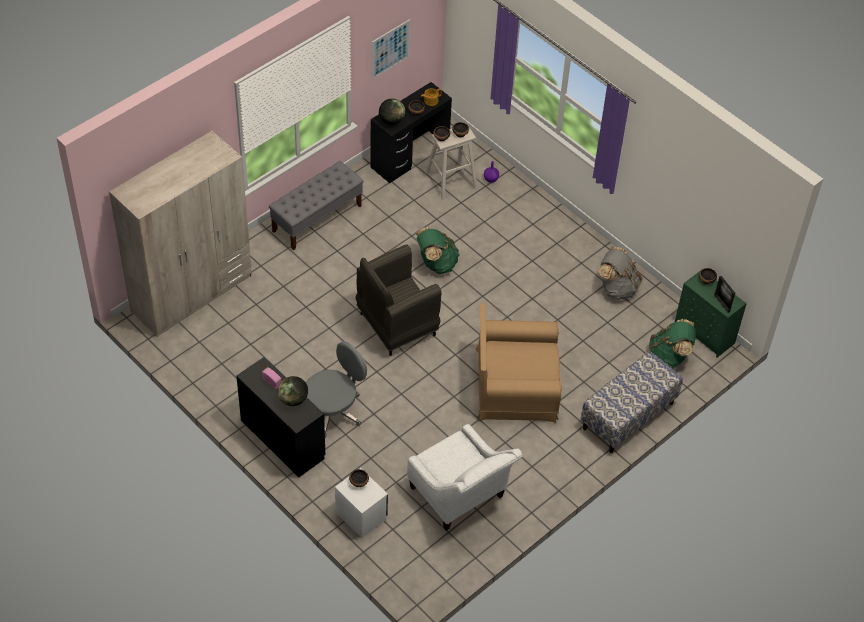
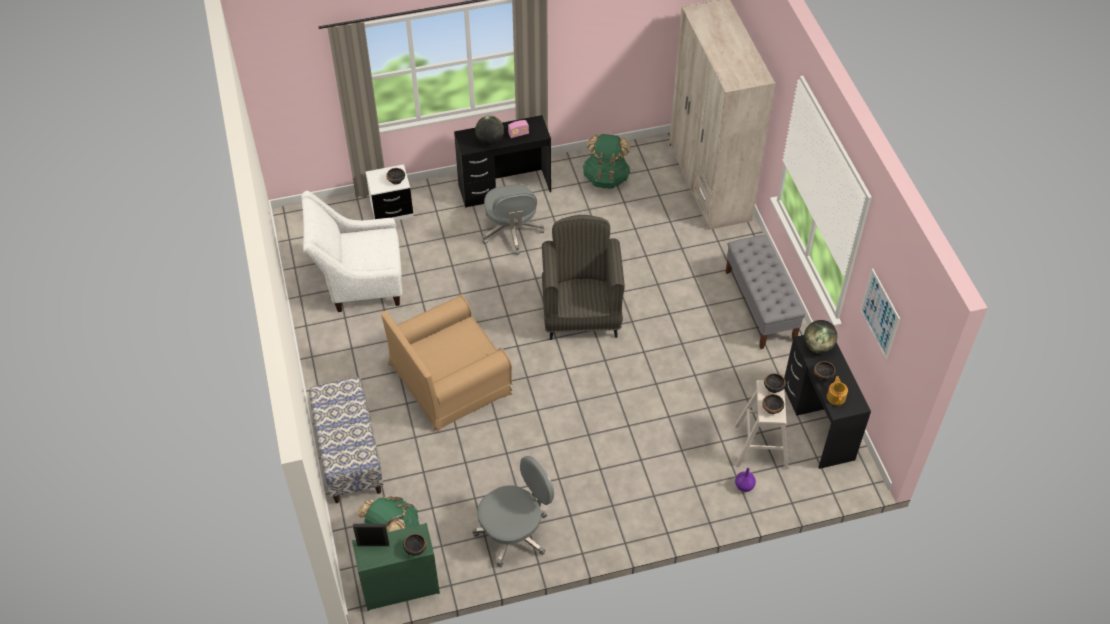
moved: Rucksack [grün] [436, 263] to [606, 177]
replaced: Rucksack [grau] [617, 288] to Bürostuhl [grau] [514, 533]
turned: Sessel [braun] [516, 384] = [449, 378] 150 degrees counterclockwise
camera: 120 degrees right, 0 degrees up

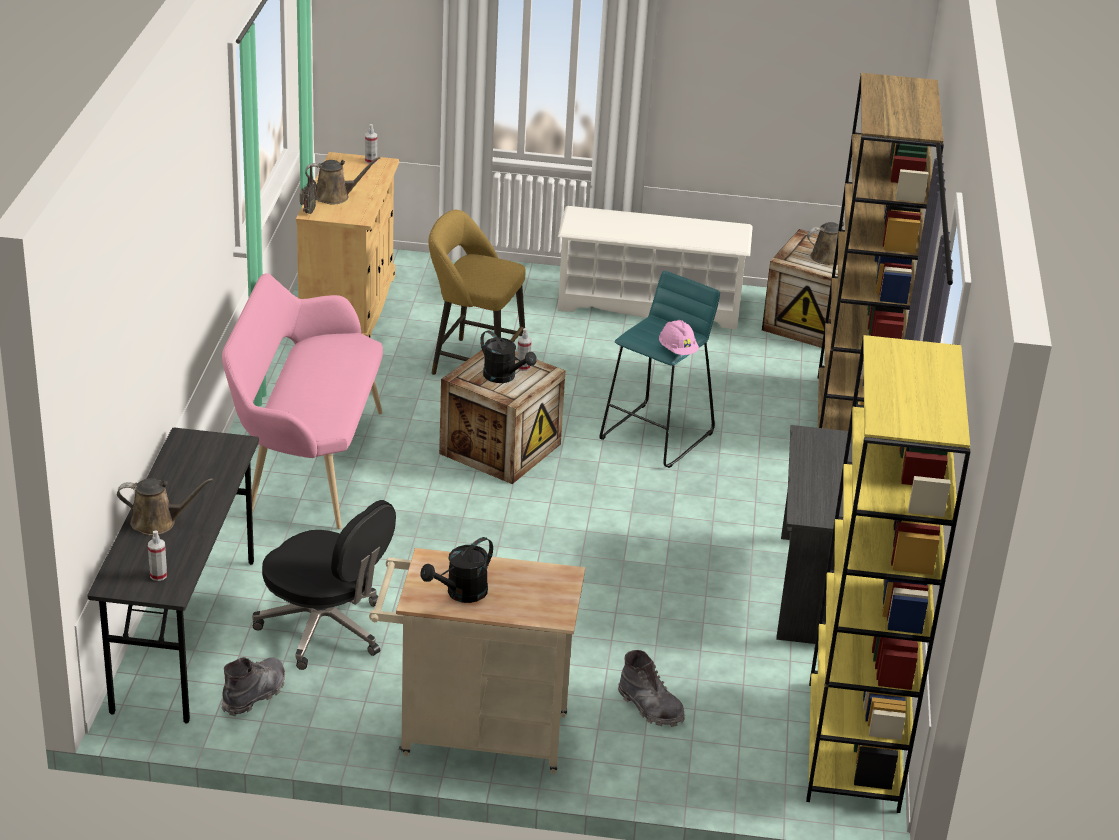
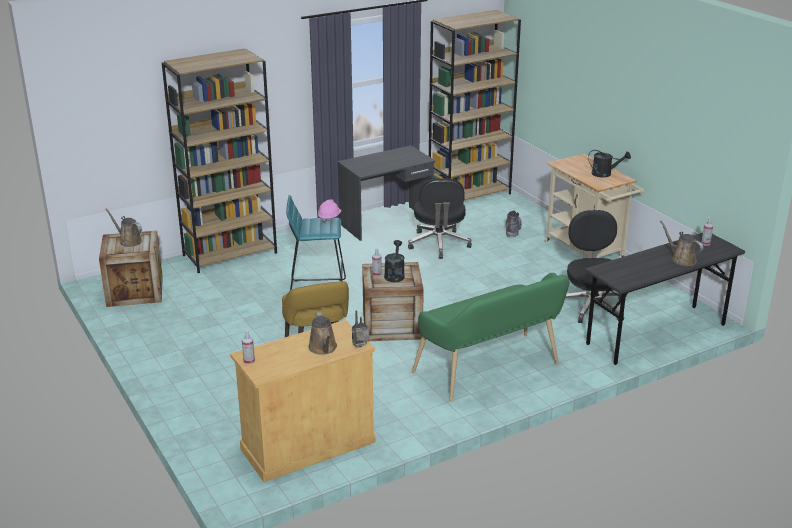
removed: Stiefel [grau] [255, 694]; Schuhregal [weiß] [650, 305]
added: Bürostuhl [schwarz] [439, 244]
recoloured: Bank [rosa] [307, 463] to Bank [grün] [491, 371]; Bücherregal [gelb] [854, 746] to Bücherregal [braun] [469, 195]
turned: Gießkanne [braun] [335, 196] = [323, 348] 150 degrees counterclockwise
camera: 125 degrees left, 5 degrees down

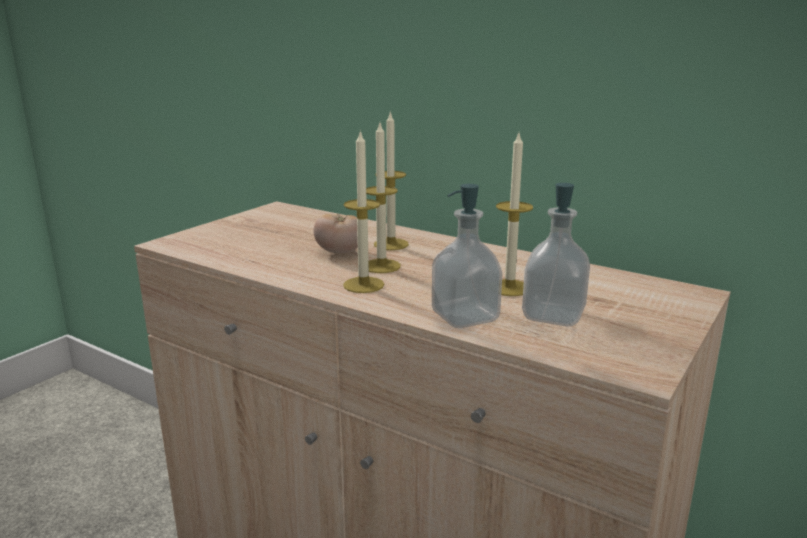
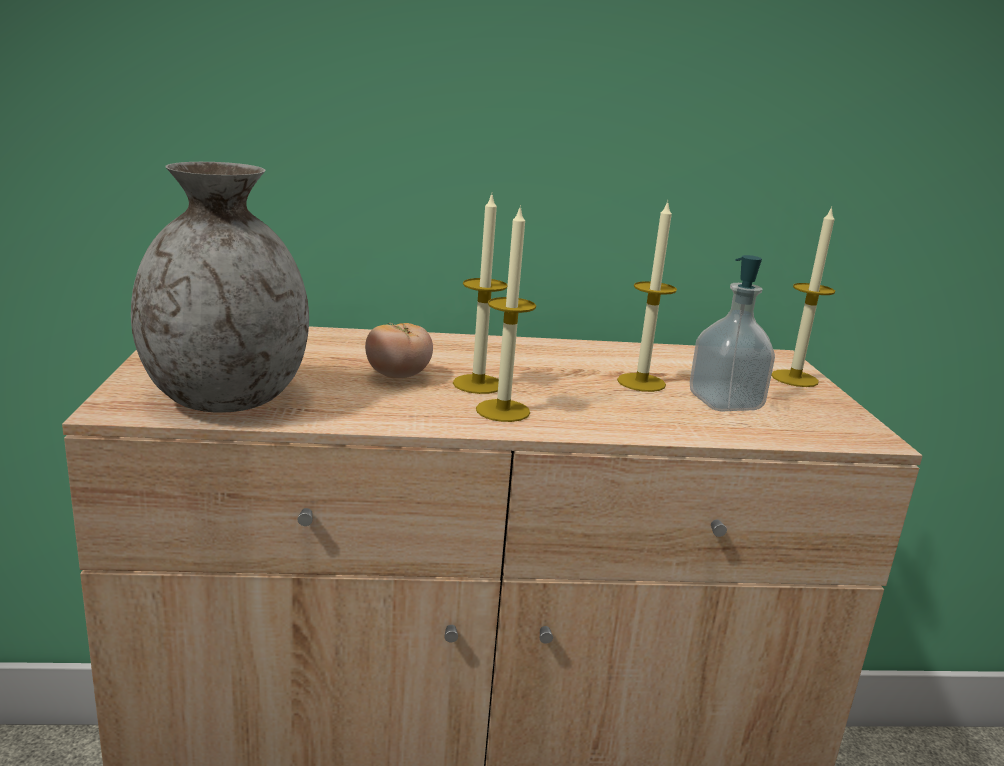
removed: Seifenspender [465, 317]
added: Vase [grau] [226, 398]
moved: Kerze [391, 244] to [794, 378]
camera: 40 degrees left, 0 degrees up

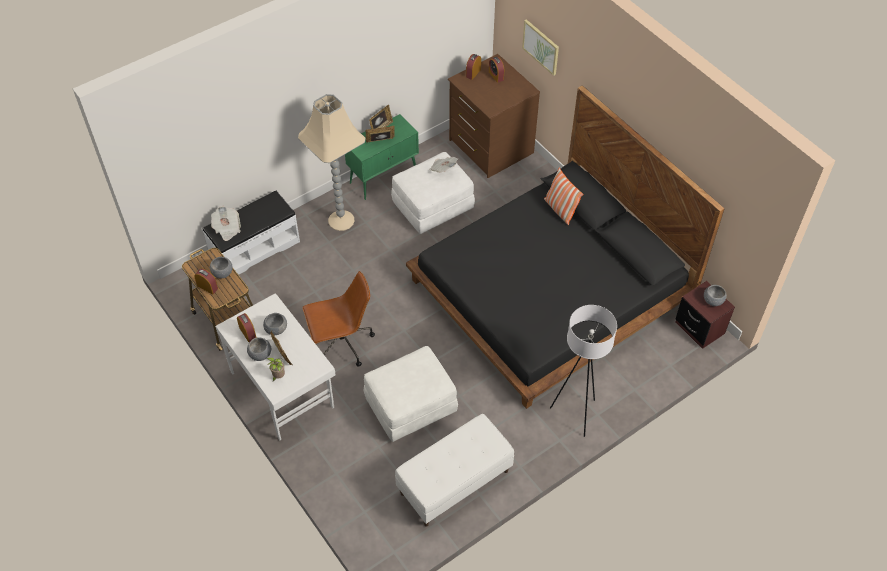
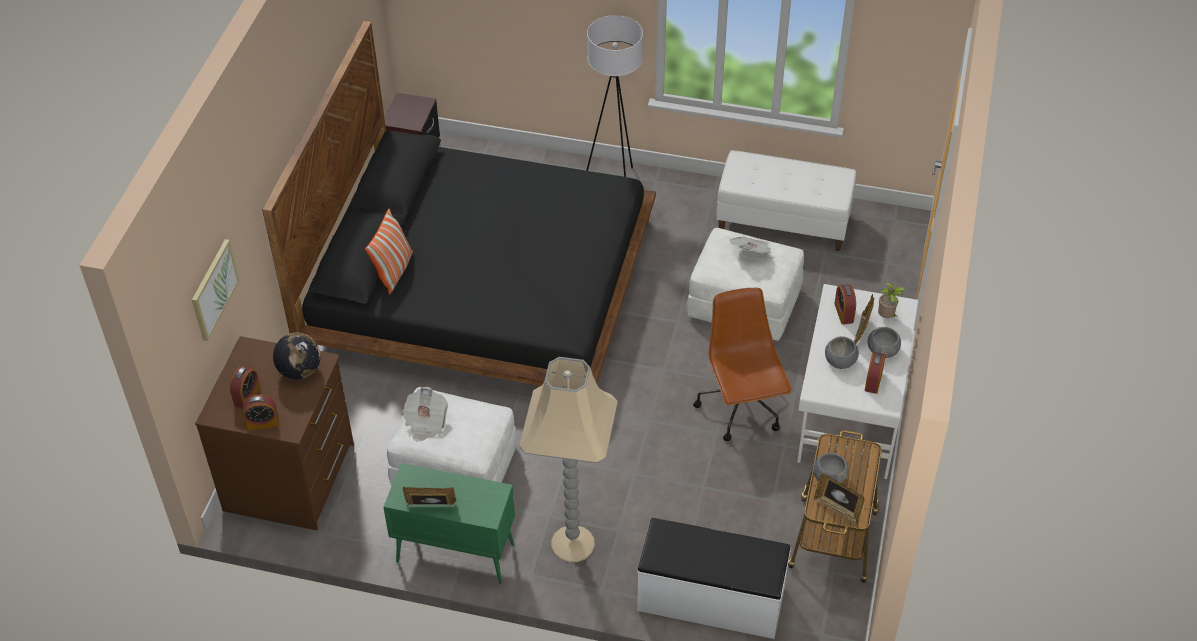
removed: Schüssel [grau] [713, 300]
added: Globus [300, 370]
moved: Wecker [207, 287] to [843, 313]; Zeitung [227, 228] to [751, 252]; Bilderrahmen [380, 142] to [837, 509]
turned: Bürostuhl [braun] [341, 344] = [741, 409] 45 degrees clockwise
camera: 130 degrees left, 5 degrees down

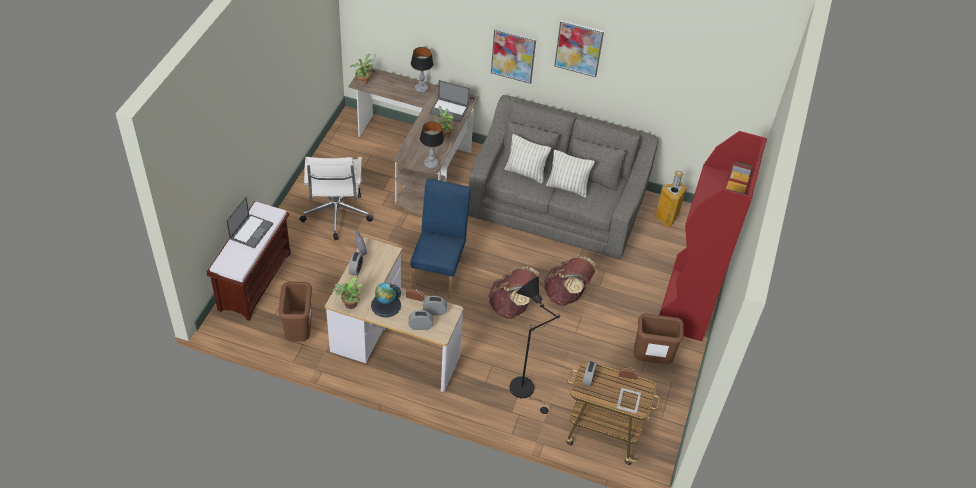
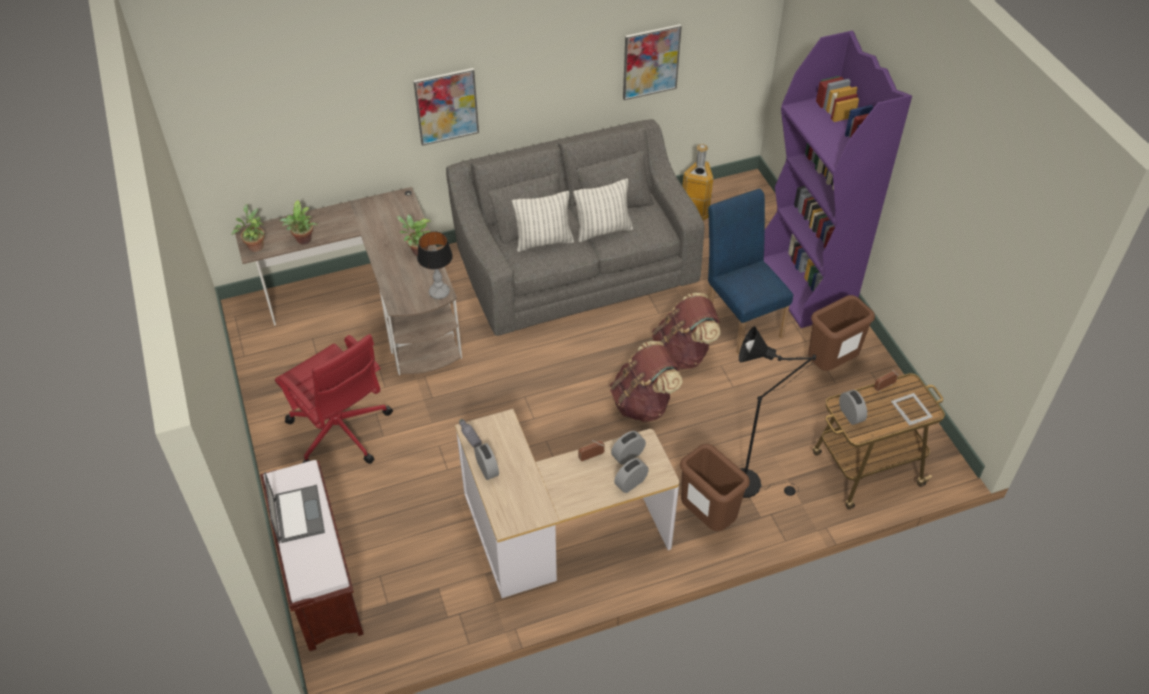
removed: Globus [386, 305]; Tischlampe [421, 88]; Laptop [449, 110]
moved: Mülleimer [braun] [299, 333] to [706, 517]; Topfpflanze [349, 305] to [303, 241]; Stuhl [blau] [439, 271] to [740, 318]; Bild [578, 48] to [651, 62]
recoloured: Bürostuhl [weiß] [336, 214] to Bürostuhl [rot] [341, 433]; Bücherregal [rot] [687, 306] to Bücherregal [lila] [805, 287]
camera: 35 degrees left, 0 degrees up

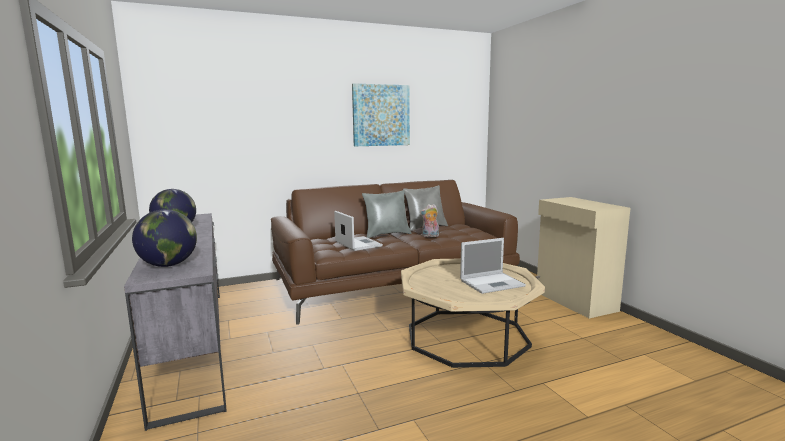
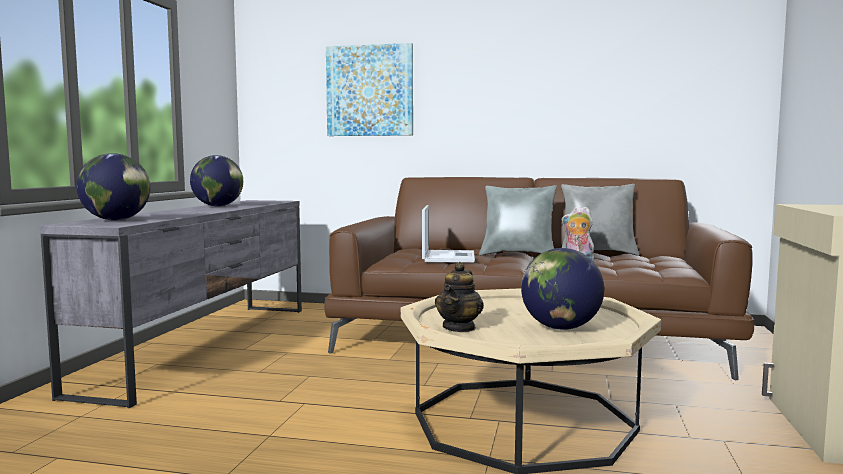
added: Teekanne [459, 328]
moved: Bild [381, 115] to [370, 91]
replaced: Laptop [493, 283] to Globus [561, 328]
camera: 35 degrees right, 5 degrees down

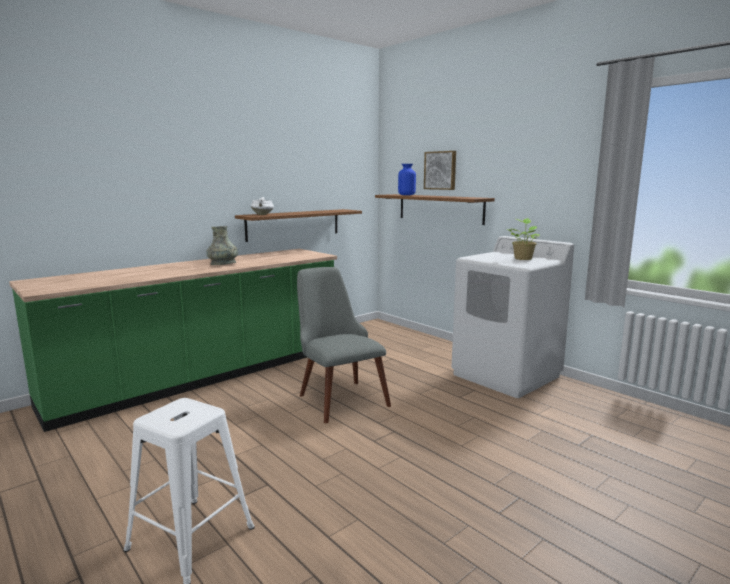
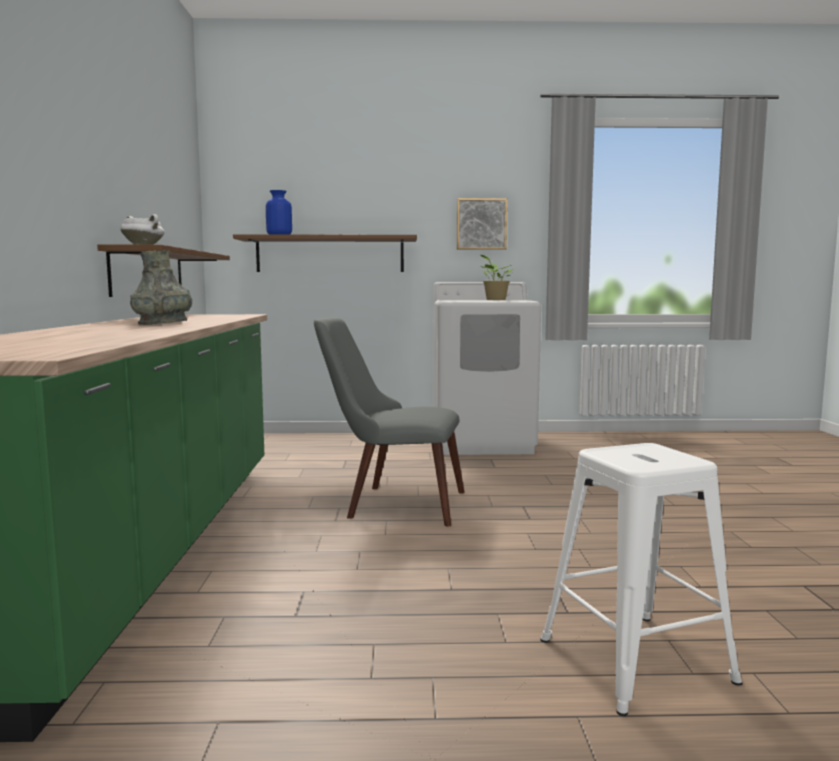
moved: Bild [440, 170] to [481, 224]
camera: 50 degrees left, 5 degrees down

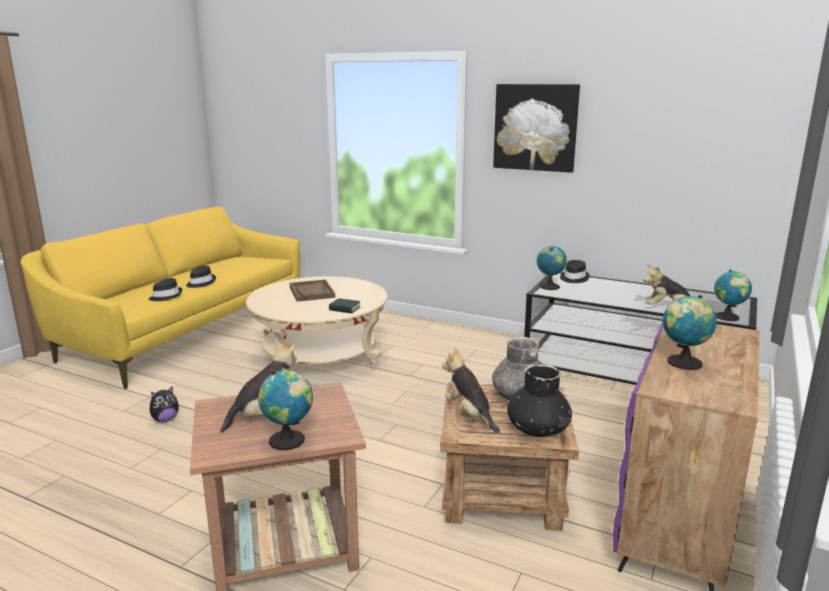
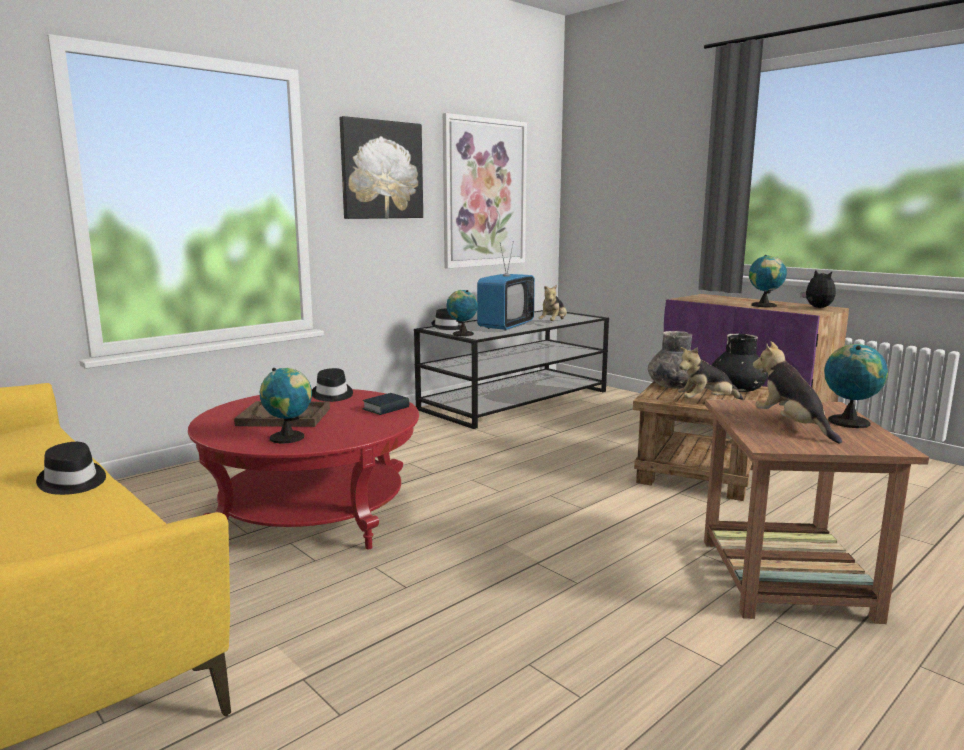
added: Bild [484, 193]; Fernseher [505, 326]
moved: Hut [schwarz] [166, 296] to [332, 395]; Plüschtier [165, 419] to [817, 308]; Globus [728, 317] to [289, 437]
recoloured: Couchtisch [beige] [320, 357] to Couchtisch [rot] [313, 513]
camera: 70 degrees left, 5 degrees down

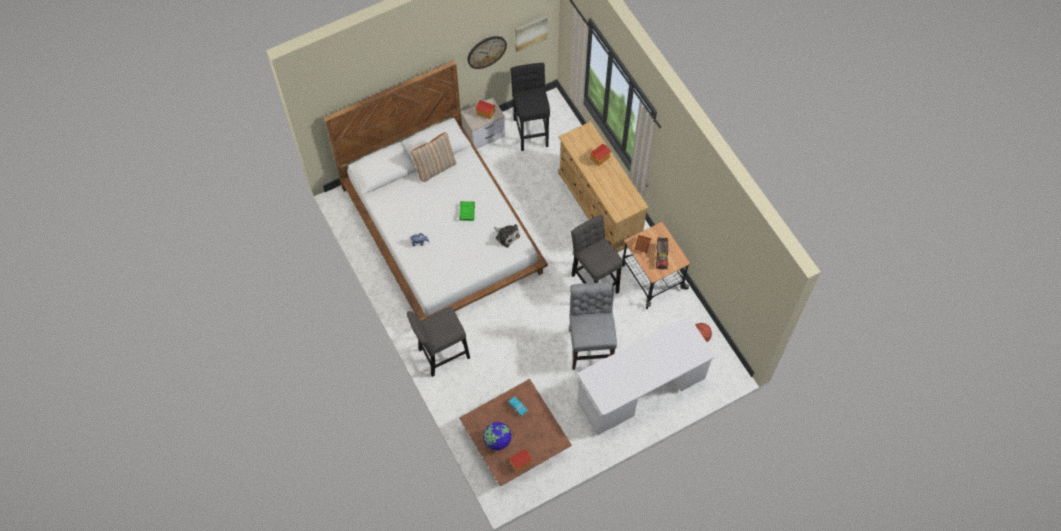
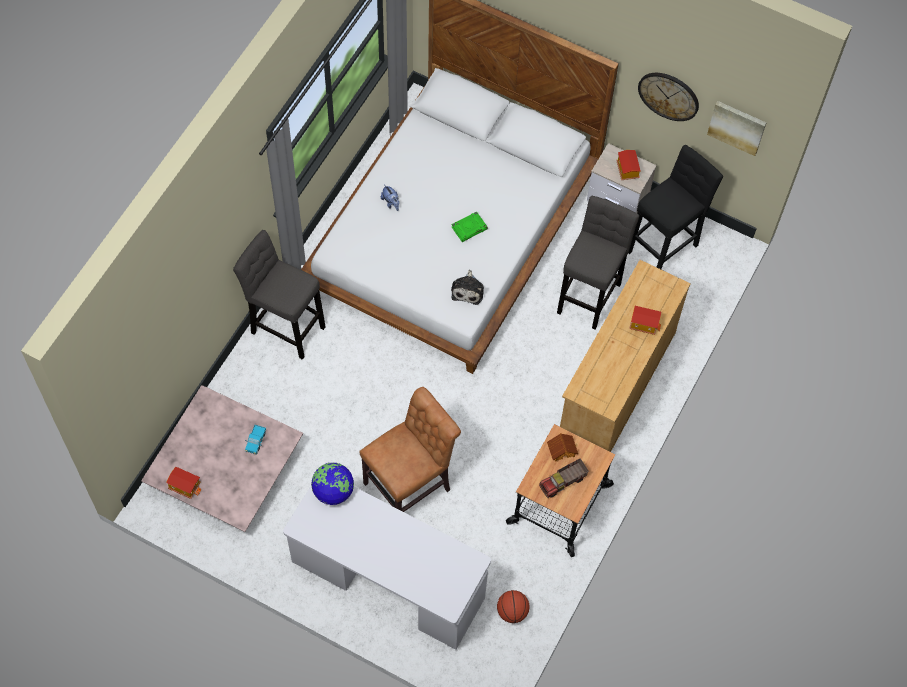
removed: Kissen [beige] [435, 167]
moved: Globus [497, 440] to [333, 491]; Hocker [grau] [594, 281] to [590, 294]
recoloured: Couchtisch [braun] [515, 440] to Couchtisch [rosa] [227, 471]; Stuhl [grau] [590, 345] to Stuhl [braun] [411, 484]
camera: 55 degrees right, 0 degrees up

